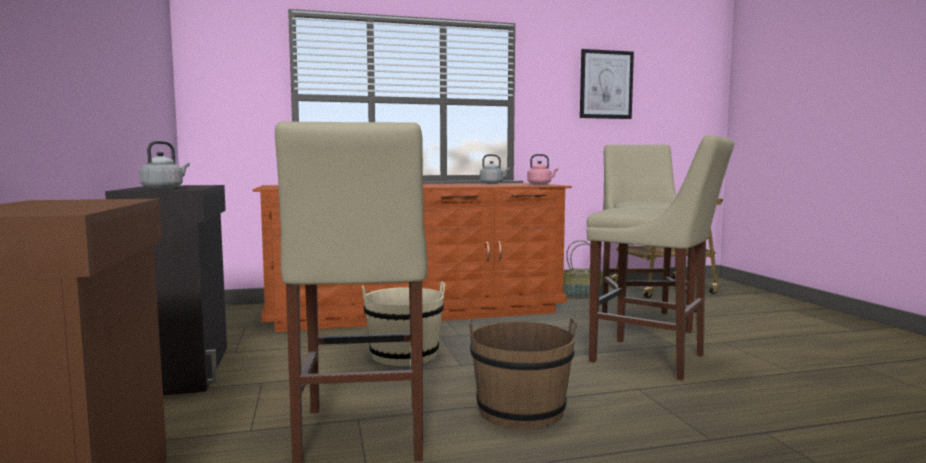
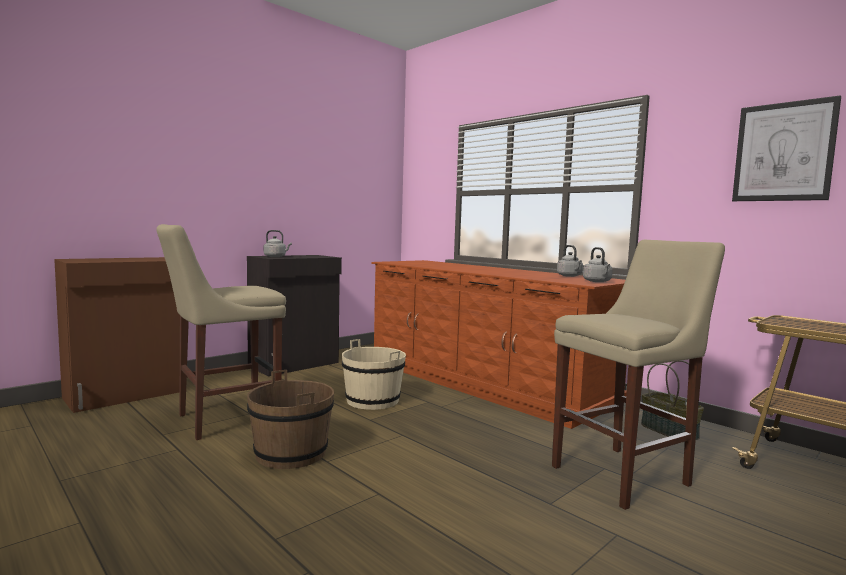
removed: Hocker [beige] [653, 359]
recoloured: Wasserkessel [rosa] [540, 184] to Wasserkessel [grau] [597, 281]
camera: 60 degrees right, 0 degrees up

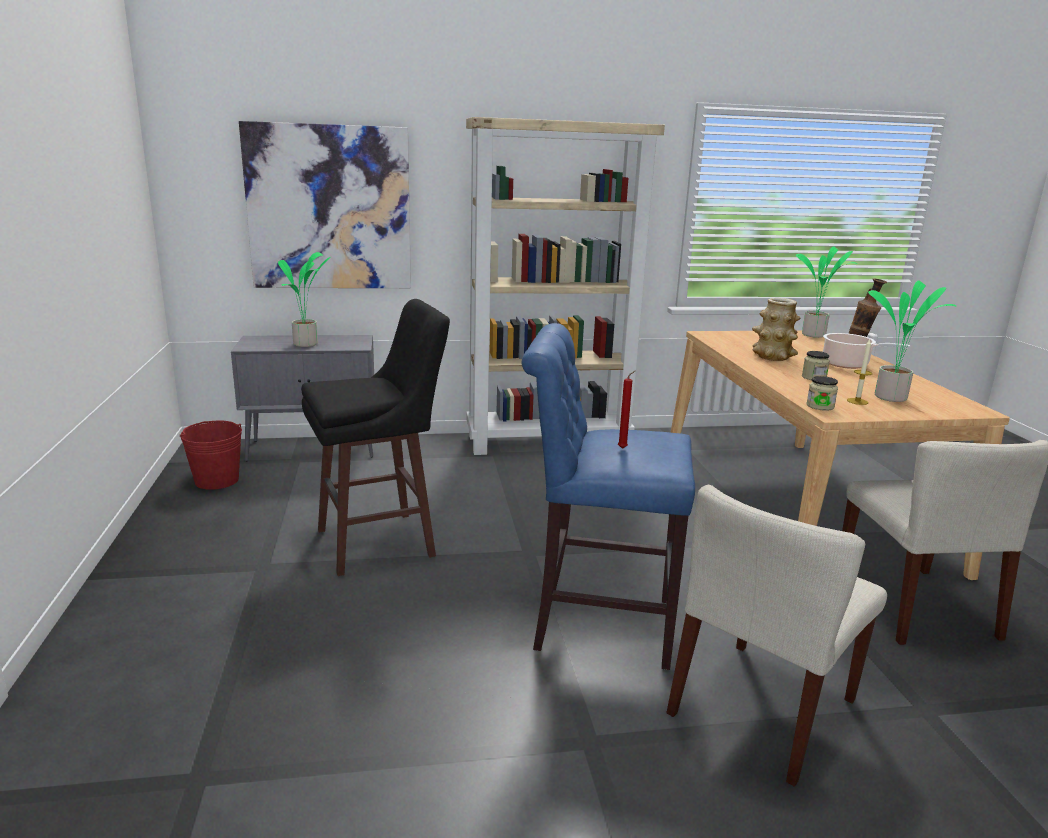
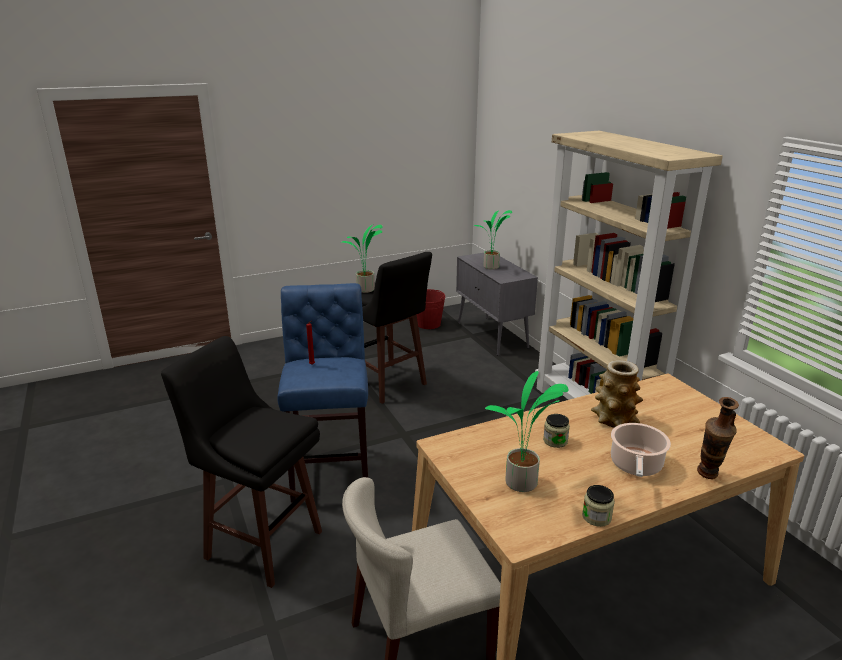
removed: Bild [329, 208]; Kerze [857, 401]
moved: Topfpflanze [815, 335] to [365, 290]; Vorratsglas [820, 406] to [596, 517]
replaced: Stuhl [beige] [762, 708] to Hocker [schwarz] [262, 543]
camera: 75 degrees right, 5 degrees up

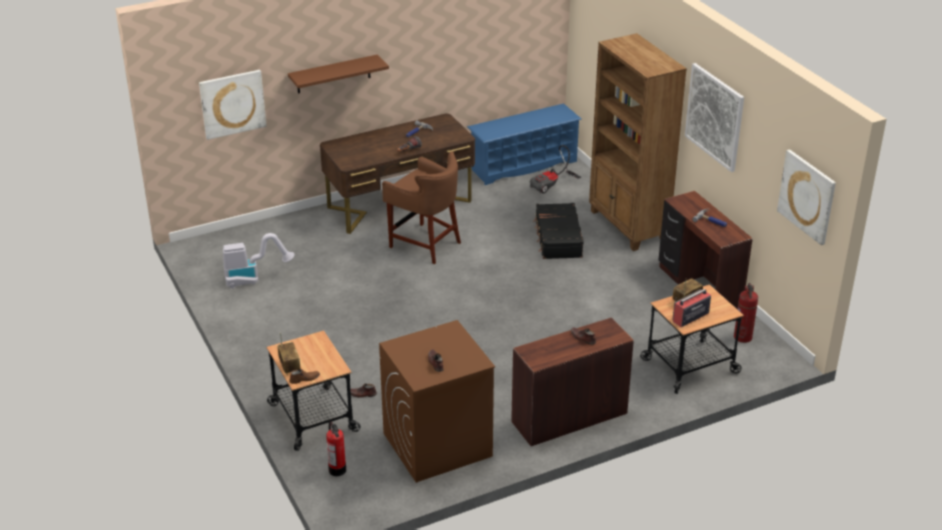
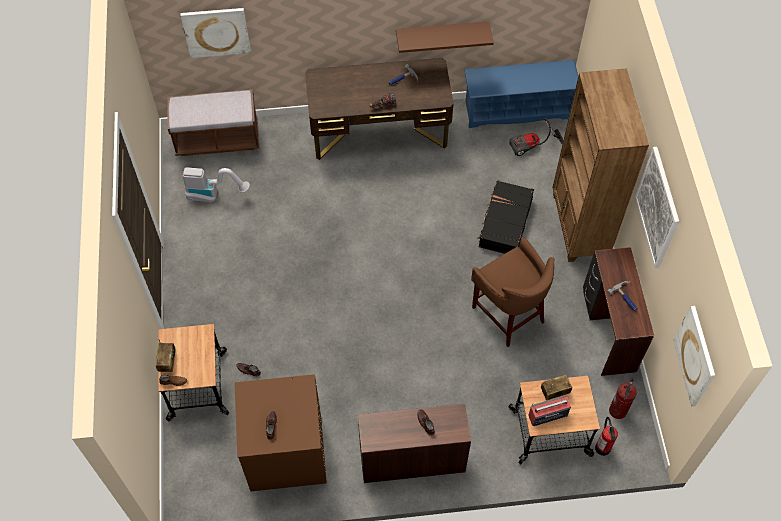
added: Bank [braun] [217, 139]
moved: Wandregal [braun] [333, 74] to [442, 33]; Feuerlöscher [337, 470] to [602, 448]; Hocker [braun] [425, 244] to [508, 313]
camera: 20 degrees right, 25 degrees up

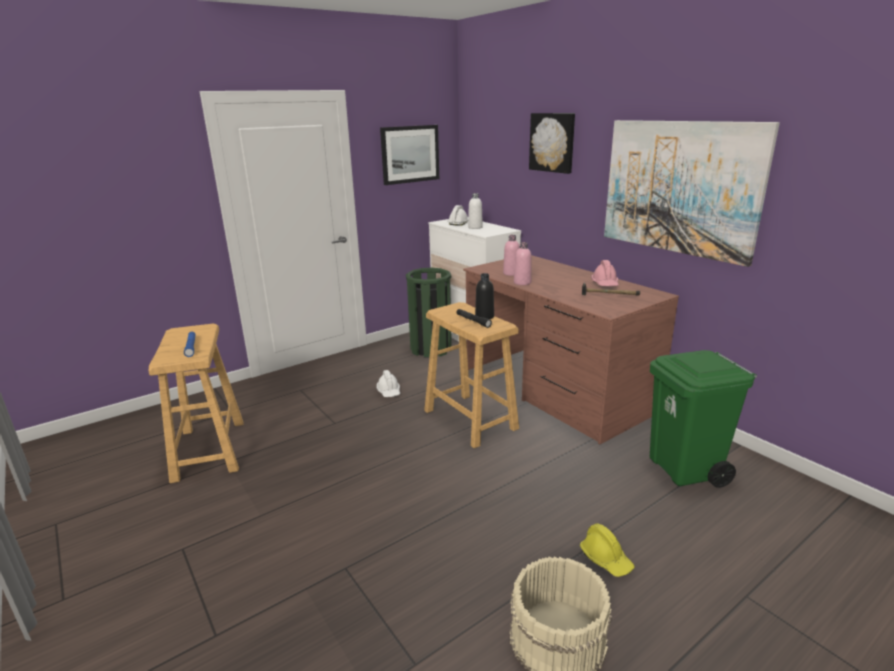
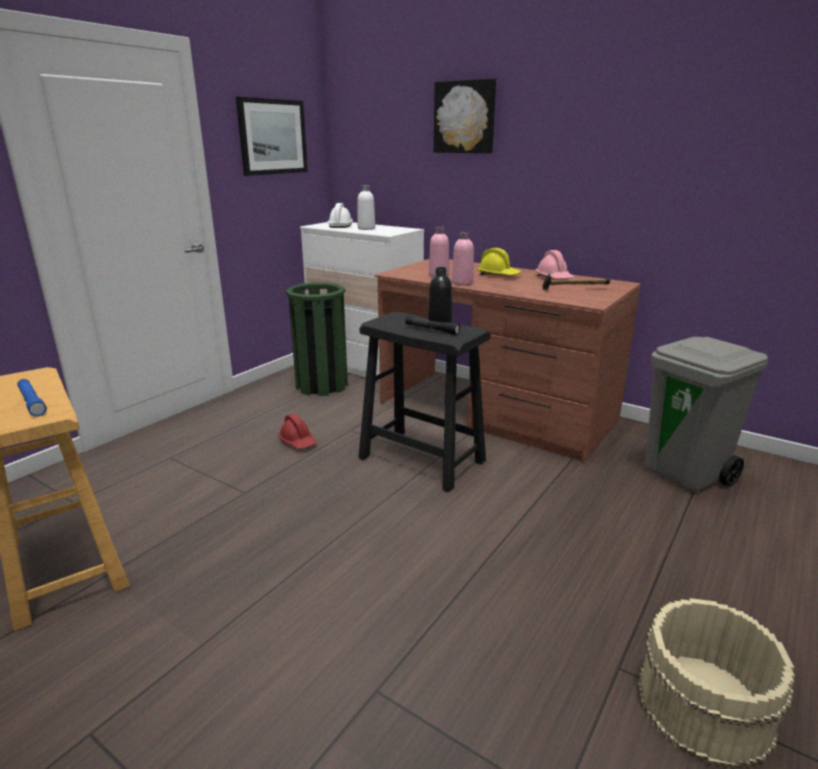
removed: Bild [680, 188]
moved: Schutzhelm [gelb] [606, 559] to [498, 275]
recoloured: Schutzhelm [weiß] [389, 391] to Schutzhelm [rot] [298, 442]; Hocker [beige] [470, 419] to Hocker [schwarz] [421, 459]; Mülleimer [grün] [685, 470] to Mülleimer [grau] [685, 474]
camera: 20 degrees left, 0 degrees up

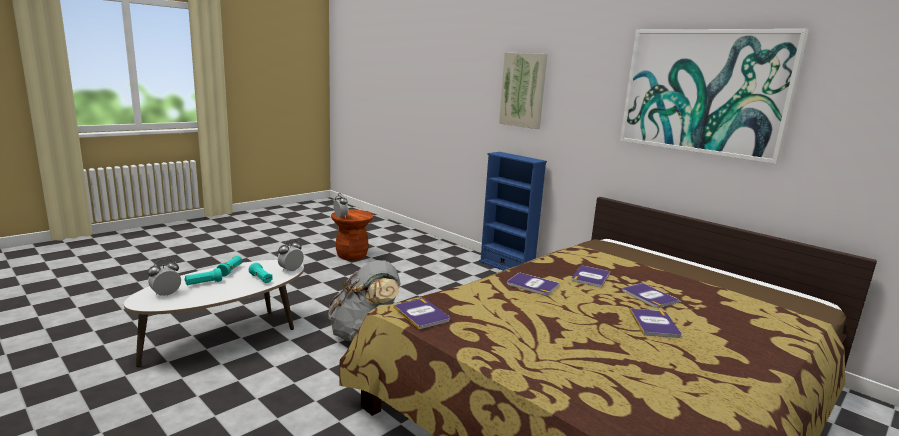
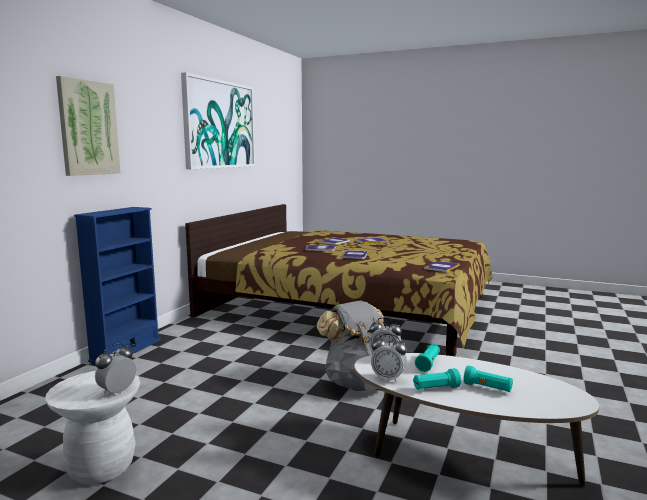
moved: Wecker [166, 294] to [388, 378]
recoloured: Hocker [braun] [352, 256] to Hocker [weiß] [101, 467]
camera: 110 degrees left, 5 degrees down

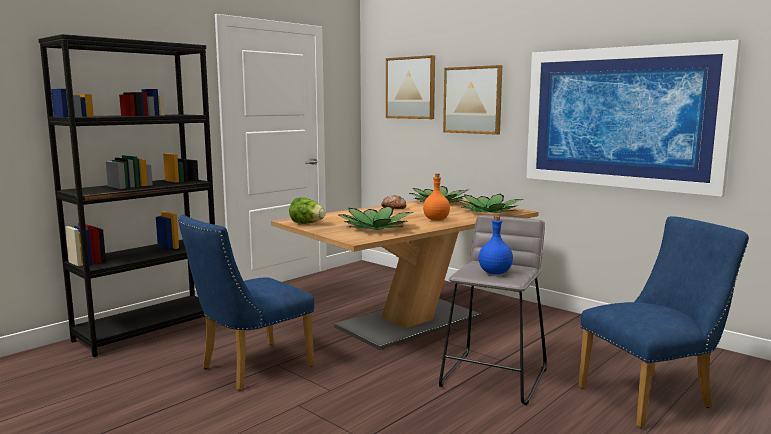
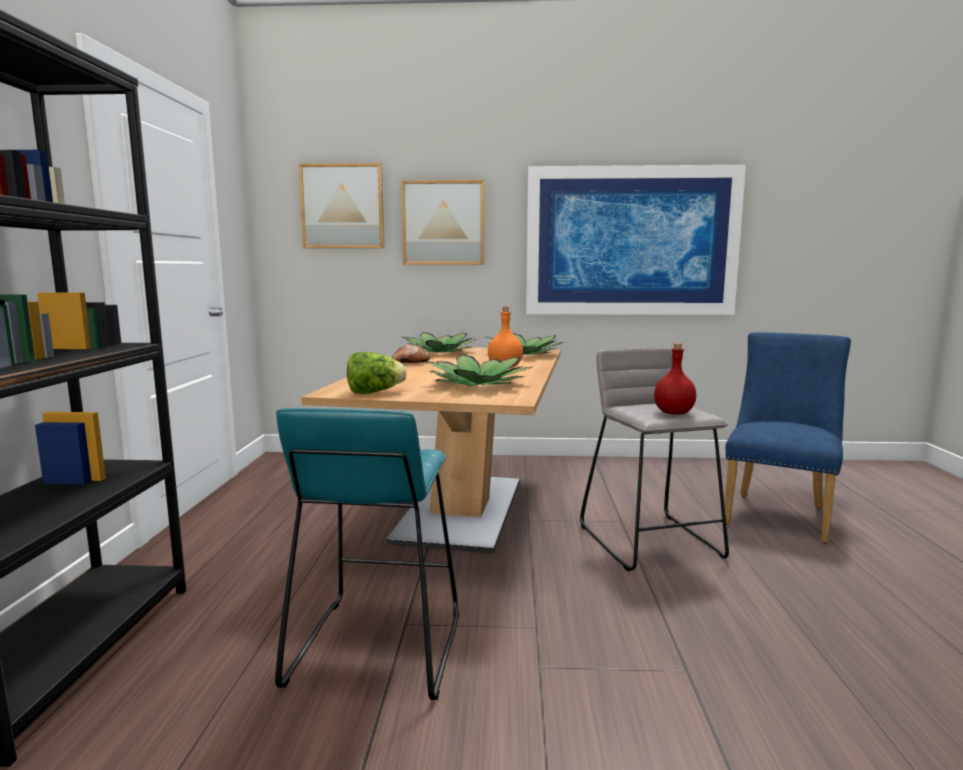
replaced: Stuhl [blau] [249, 368] to Hocker [türkis] [376, 647]
recoloured: Flasche [blau] [494, 272] to Flasche [rot] [673, 413]
camera: 40 degrees left, 0 degrees up

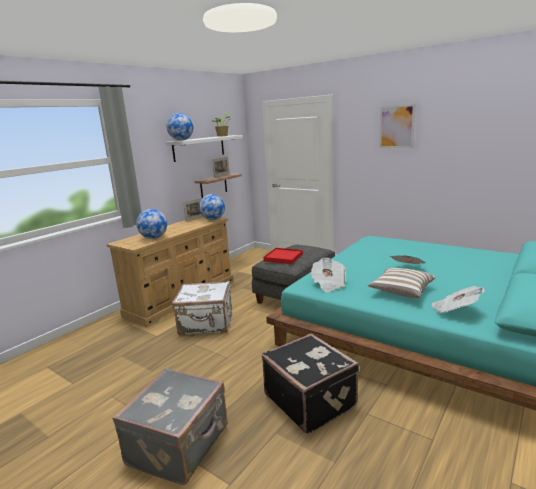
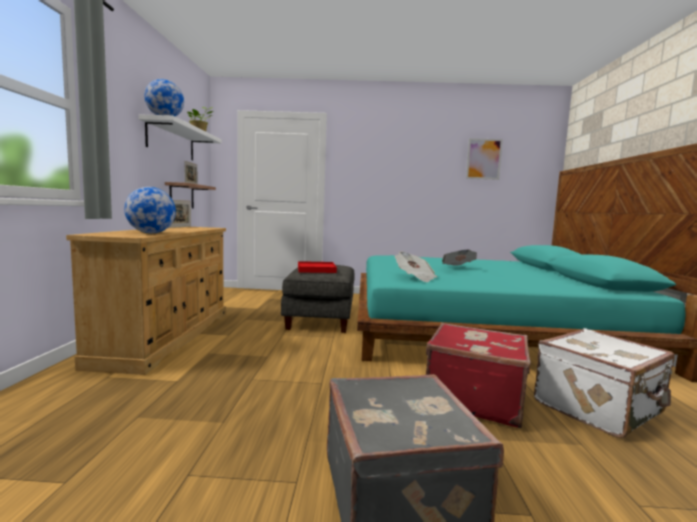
removed: Globus [213, 219]; Kissen [401, 291]; Zeitung [455, 310]
moved: Koffer [weiß] [206, 324] to [599, 408]; Bild [396, 126] to [483, 159]
recoloured: Koffer [schwarz] [310, 400] to Koffer [rot] [473, 398]
camera: 35 degrees left, 10 degrees down

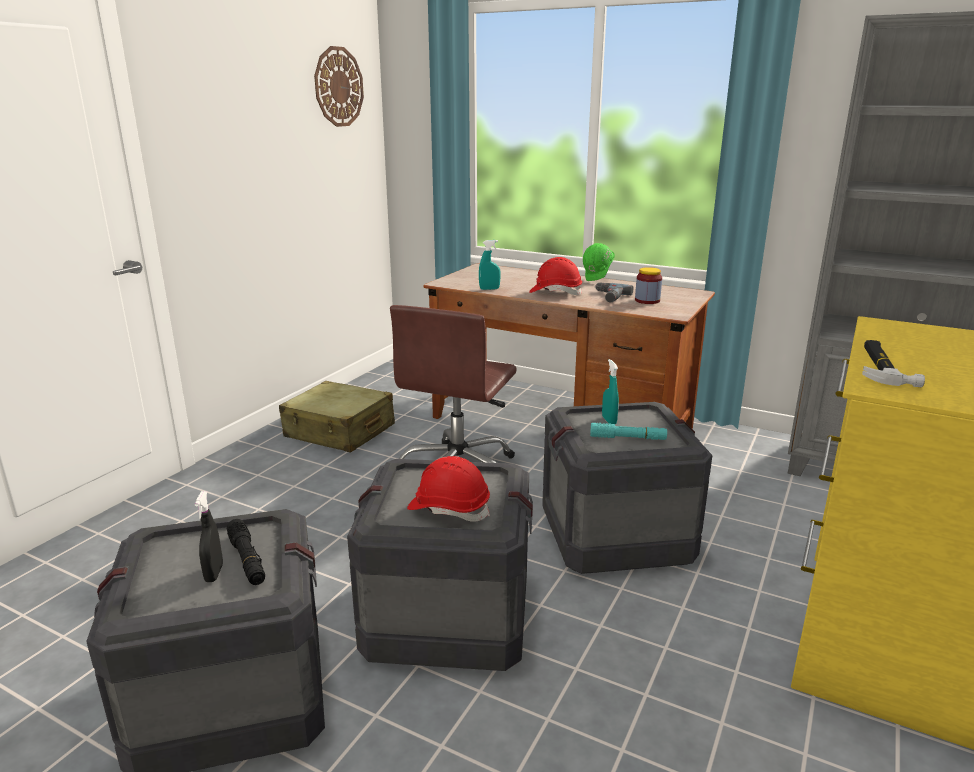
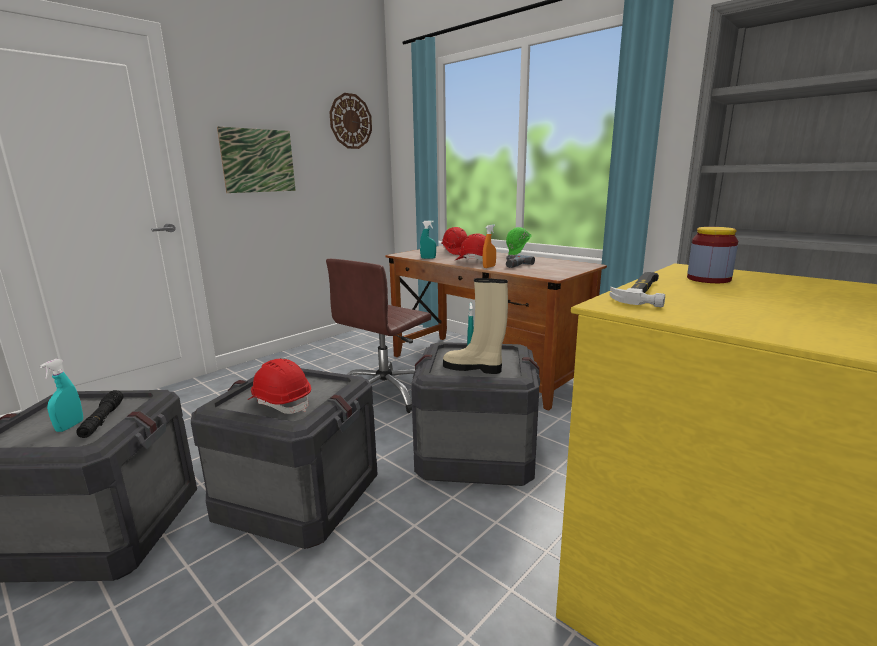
removed: Koffer [beige] [339, 431]
added: Bild [258, 161]; Schutzhelm [rot] [455, 252]; Sprühflasche [orange] [489, 267]
moved: Vorratsglas [647, 300] to [708, 279]
replaced: Taschenlampe [türkis] [628, 438] to Stiefel [beige] [474, 368]
recoloured: Sprühflasche [schwarz] [214, 573] to Sprühflasche [türkis] [70, 426]
camera: 15 degrees right, 5 degrees down

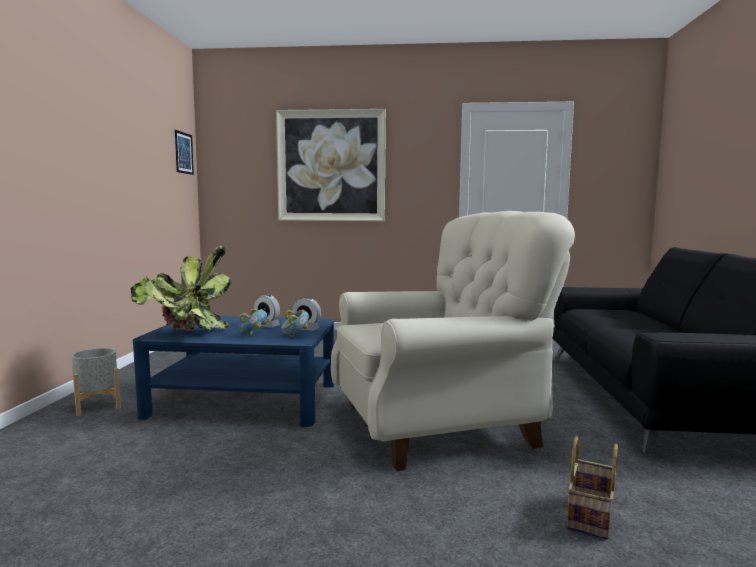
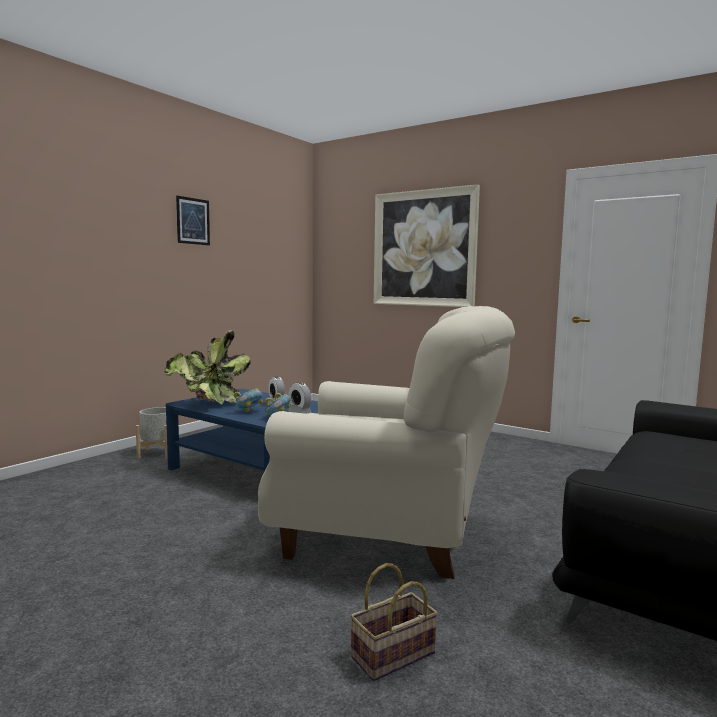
moved: Bild [184, 153] to [193, 221]
camera: 30 degrees right, 0 degrees up

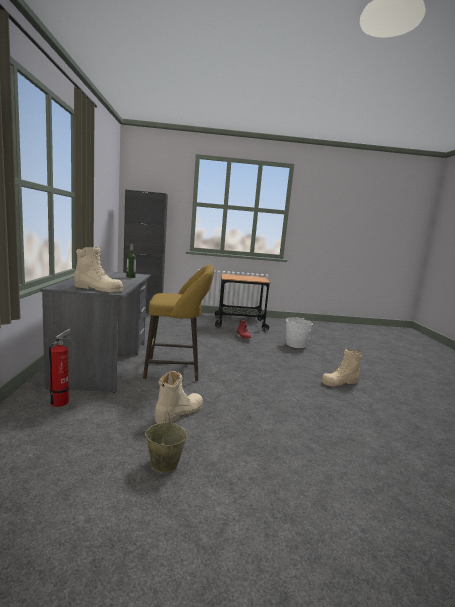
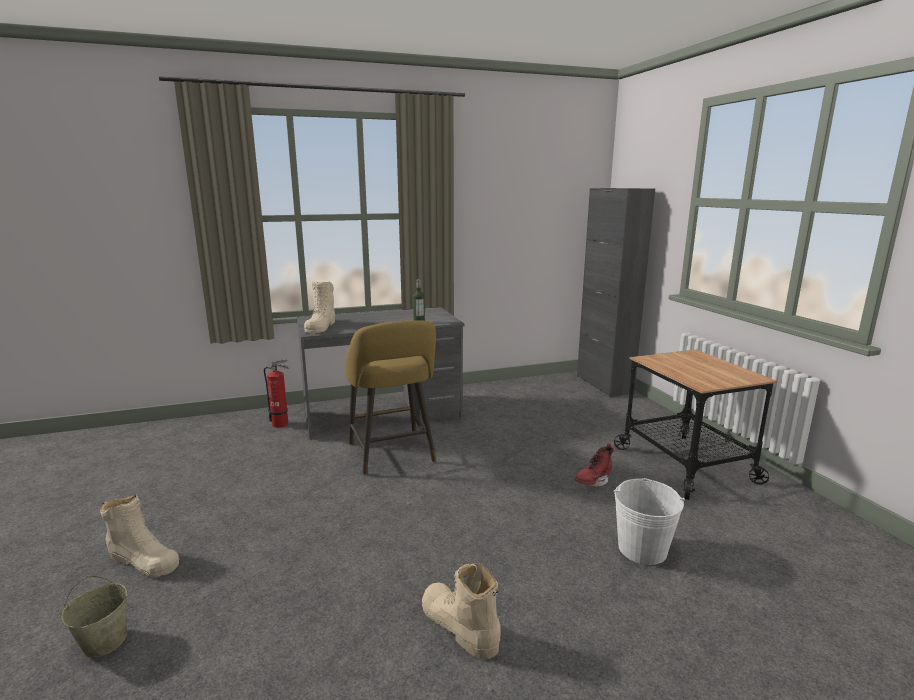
moved: Eimer [beige] [164, 463] to [105, 641]; Stiefel [beige] [179, 413] to [144, 560]
camera: 75 degrees right, 5 degrees up

